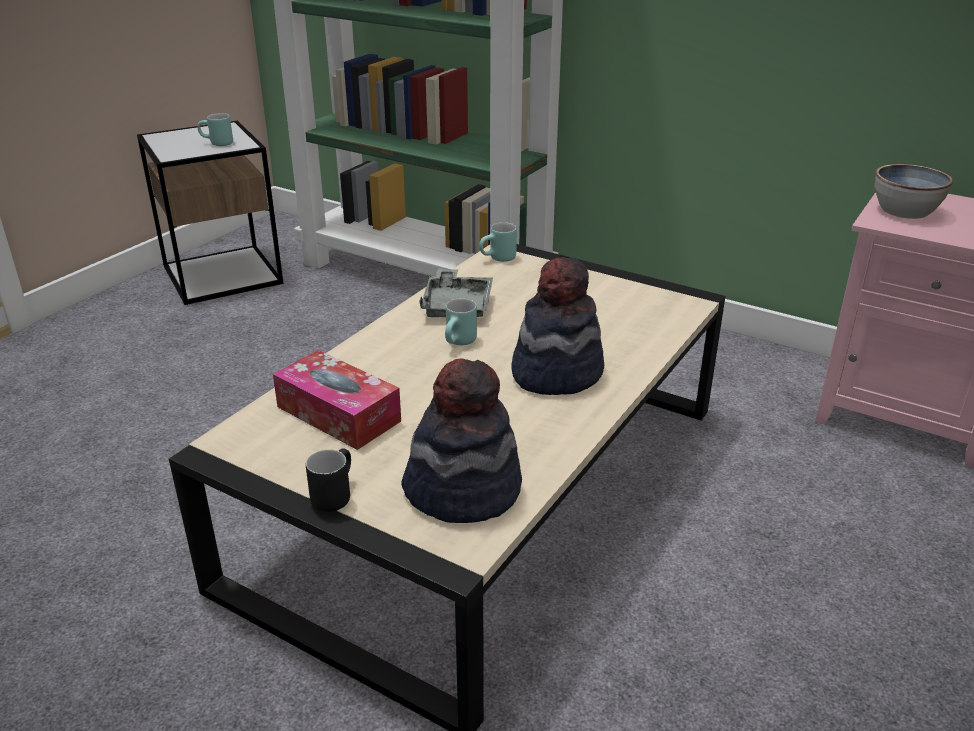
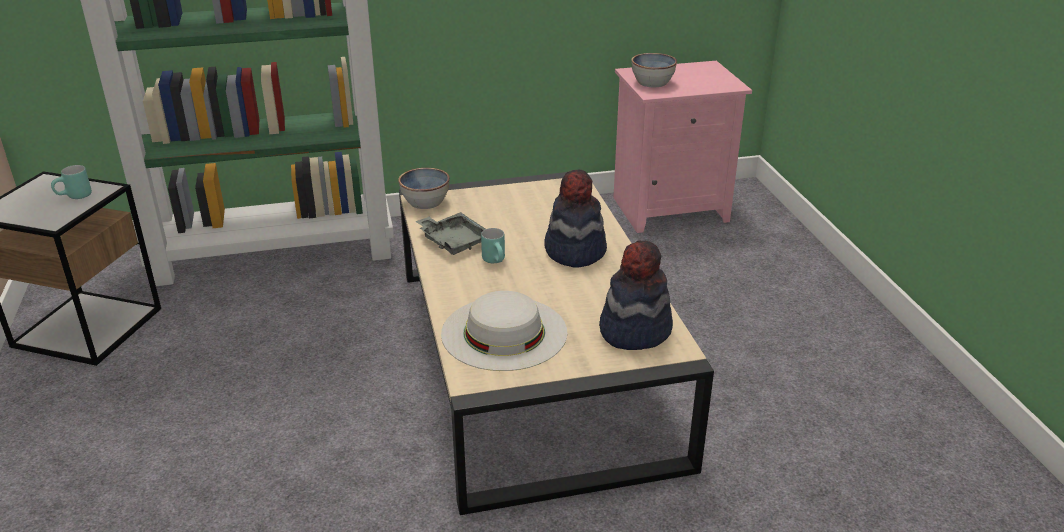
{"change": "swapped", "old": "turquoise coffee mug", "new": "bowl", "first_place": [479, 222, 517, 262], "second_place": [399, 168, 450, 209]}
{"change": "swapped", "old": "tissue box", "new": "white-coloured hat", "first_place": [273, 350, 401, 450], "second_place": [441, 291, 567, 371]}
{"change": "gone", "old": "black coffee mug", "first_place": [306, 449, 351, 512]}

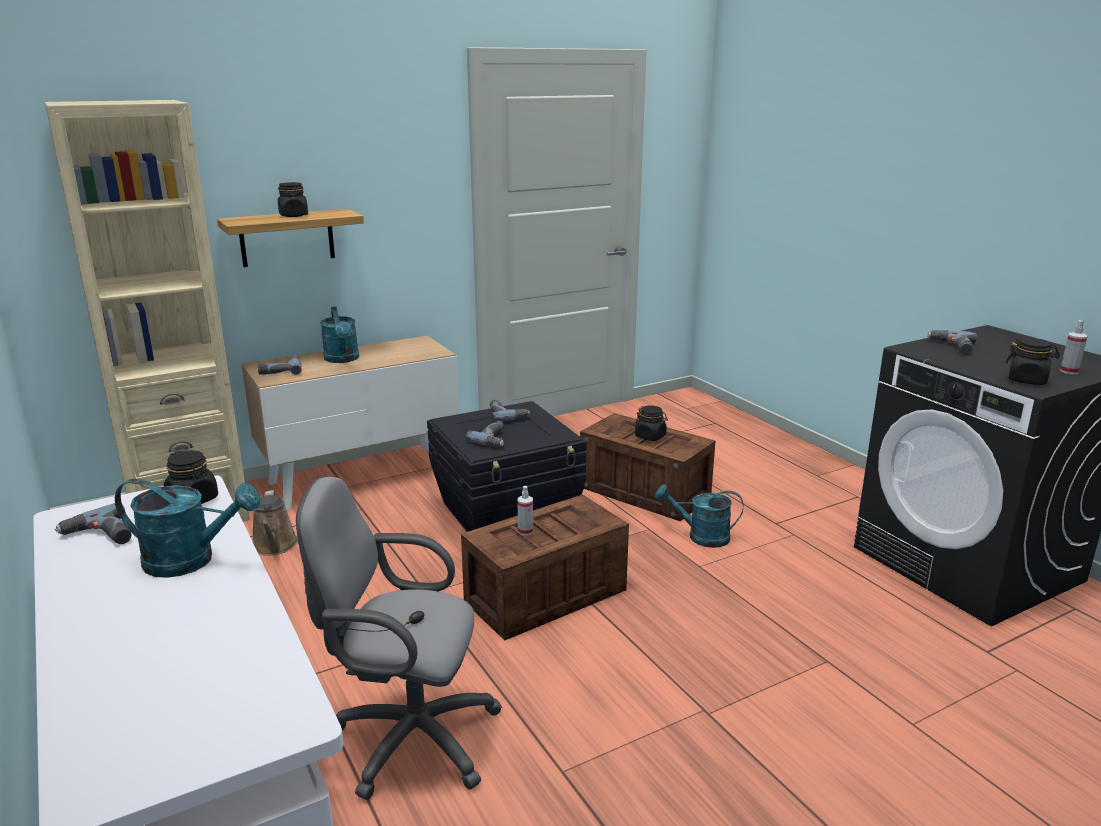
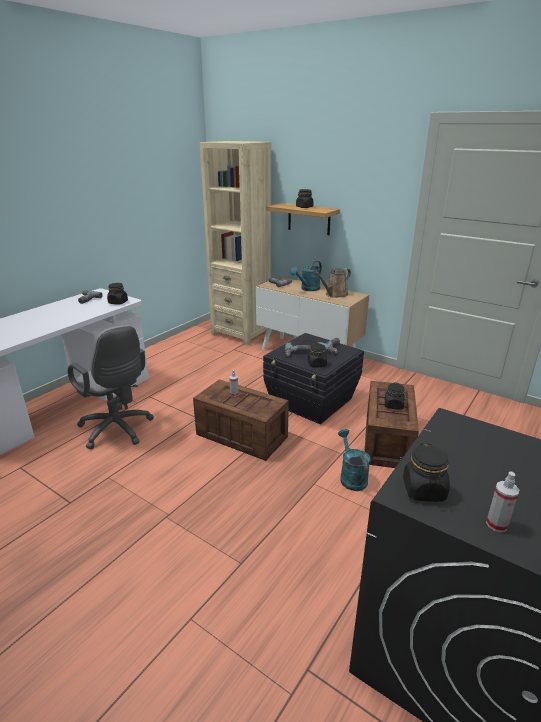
{"change": "gone", "old": "drill", "first_place": [927, 330, 977, 355]}
{"change": "rotated", "old": "gray office chair", "first_place": [296, 476, 502, 800], "second_place": [68, 325, 154, 449], "degrees": 150}
{"change": "gone", "old": "turquoise watering can", "first_place": [115, 479, 260, 578]}
{"change": "shifted", "old": "brown-coloured watering can", "first_place": [253, 490, 298, 556], "second_place": [315, 268, 351, 298]}
{"change": "new", "new": "black jar", "second_place": [308, 343, 327, 367]}

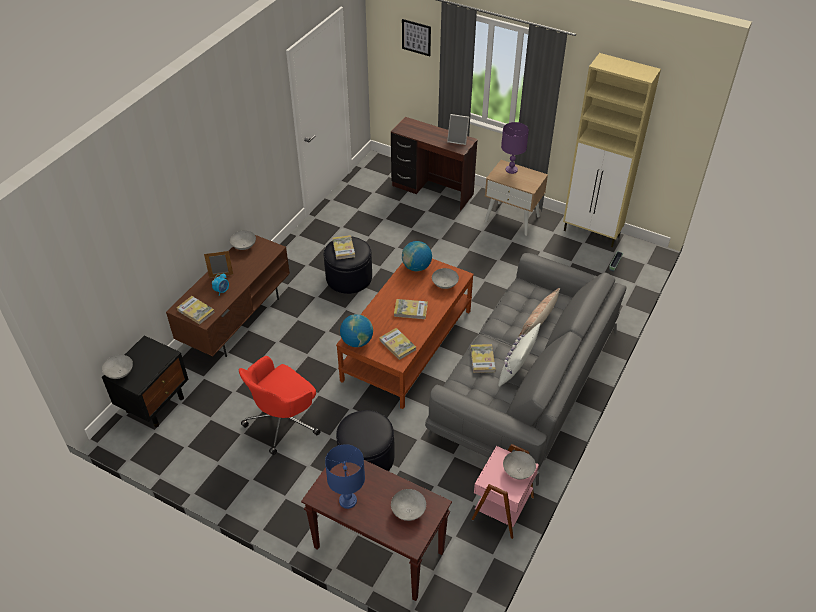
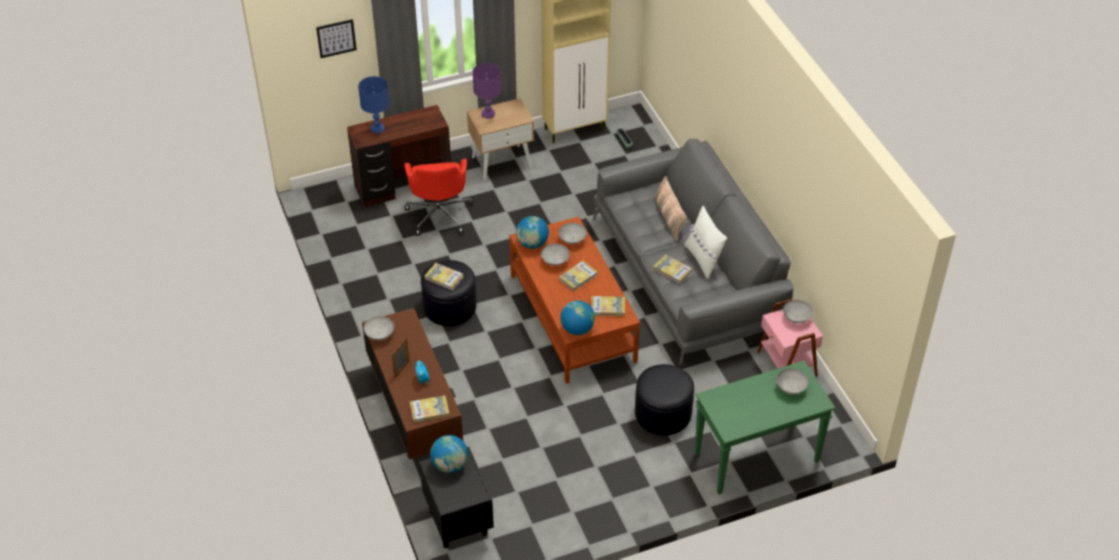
{"change": "gone", "old": "standing frame", "first_place": [447, 114, 469, 145]}
{"change": "shifted", "old": "gray bowl", "first_place": [102, 355, 133, 379], "second_place": [541, 244, 570, 266]}
{"change": "shifted", "old": "reddish office chair", "first_place": [239, 356, 321, 455], "second_place": [405, 159, 473, 236]}
{"change": "shifted", "old": "blue tabletop lamp", "first_place": [325, 444, 365, 509], "second_place": [358, 76, 389, 133]}
{"change": "repainted", "old": "brown-coloured console table", "new": "greenish console table", "first_place": [301, 460, 452, 601], "second_place": [695, 361, 835, 494]}
{"change": "new", "new": "desk globe", "second_place": [430, 435, 468, 473]}

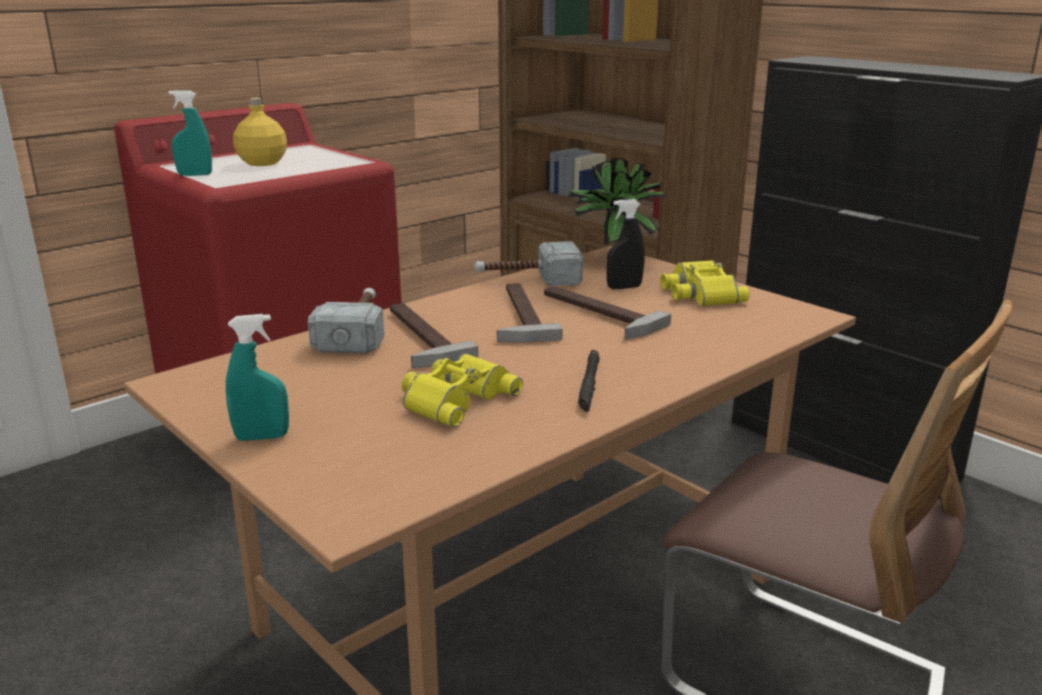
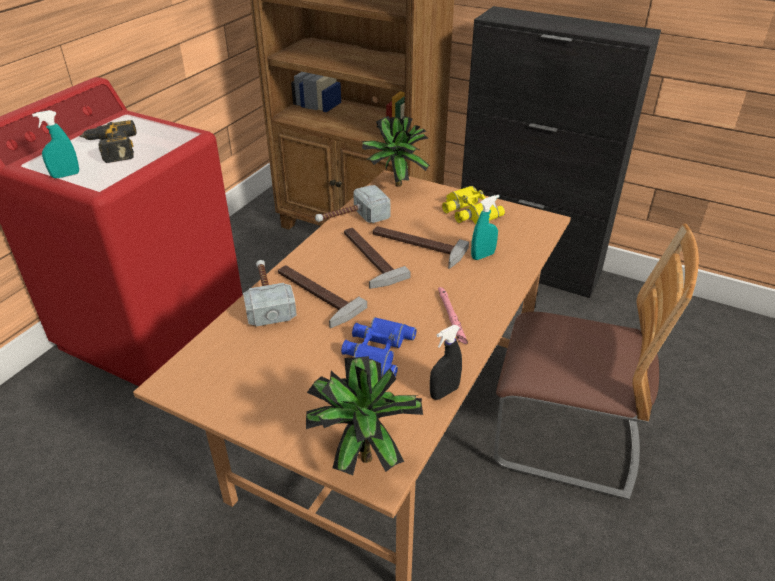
{"change": "swapped", "old": "yellow bottle", "new": "drill", "first_place": [233, 98, 287, 166], "second_place": [79, 120, 137, 163]}
{"change": "shifted", "old": "black spray bottle", "first_place": [606, 199, 645, 289], "second_place": [430, 325, 462, 400]}
{"change": "shifted", "old": "turquoise spray bottle", "first_place": [226, 314, 289, 441], "second_place": [471, 195, 499, 260]}
{"change": "repainted", "old": "black hand torch", "new": "pink-coloured hand torch", "first_place": [578, 350, 600, 412], "second_place": [438, 287, 468, 344]}
{"change": "repainted", "old": "yellow field glasses", "new": "blue field glasses", "first_place": [402, 353, 523, 427], "second_place": [341, 317, 417, 377]}
{"change": "new", "new": "potted plant", "second_place": [306, 356, 423, 475]}

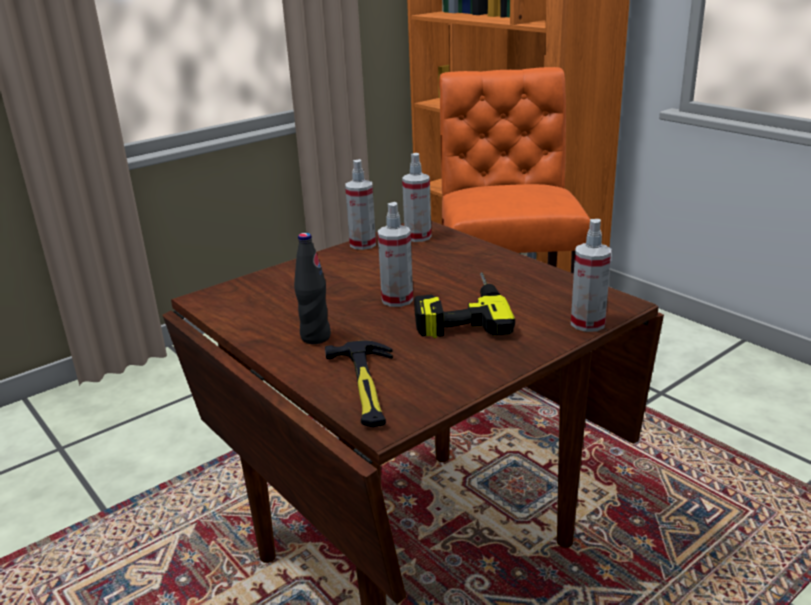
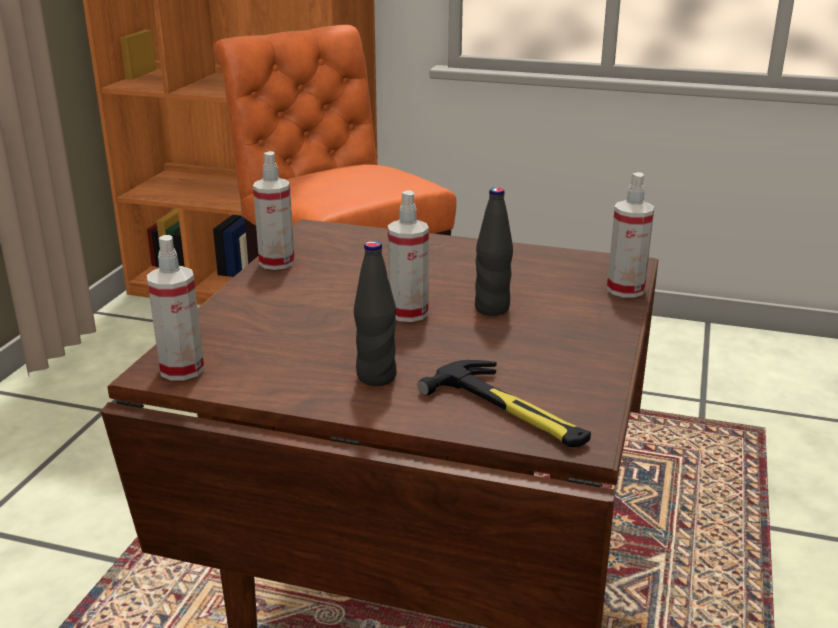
{"change": "shifted", "old": "spray bottle", "first_place": [402, 153, 431, 242], "second_place": [147, 235, 204, 380]}
{"change": "swapped", "old": "drill", "new": "black bottle", "first_place": [414, 273, 515, 338], "second_place": [475, 187, 513, 316]}

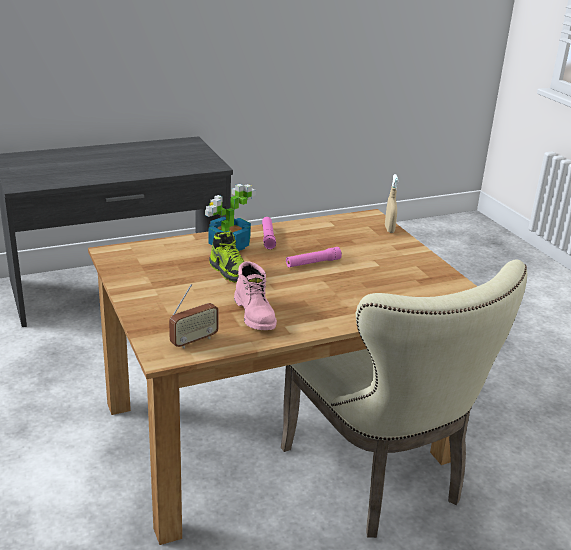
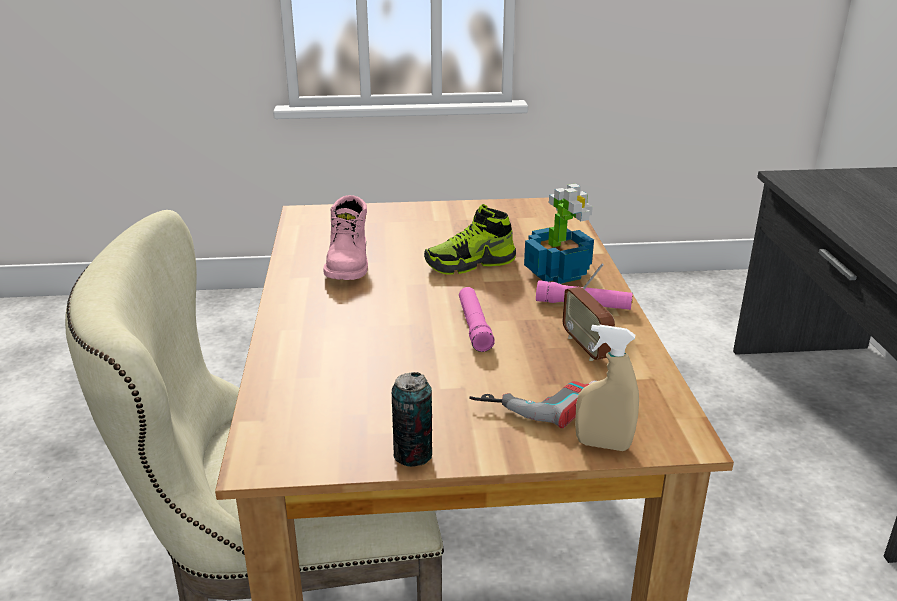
{"change": "rotated", "old": "pink-coloured boot", "first_place": [234, 262, 277, 330], "second_place": [324, 195, 368, 280], "degrees": -90}
{"change": "shifted", "old": "radio receiver", "first_place": [169, 284, 219, 349], "second_place": [563, 263, 615, 361]}
{"change": "new", "new": "can", "second_place": [392, 372, 432, 467]}
{"change": "new", "new": "drill", "second_place": [469, 380, 597, 428]}

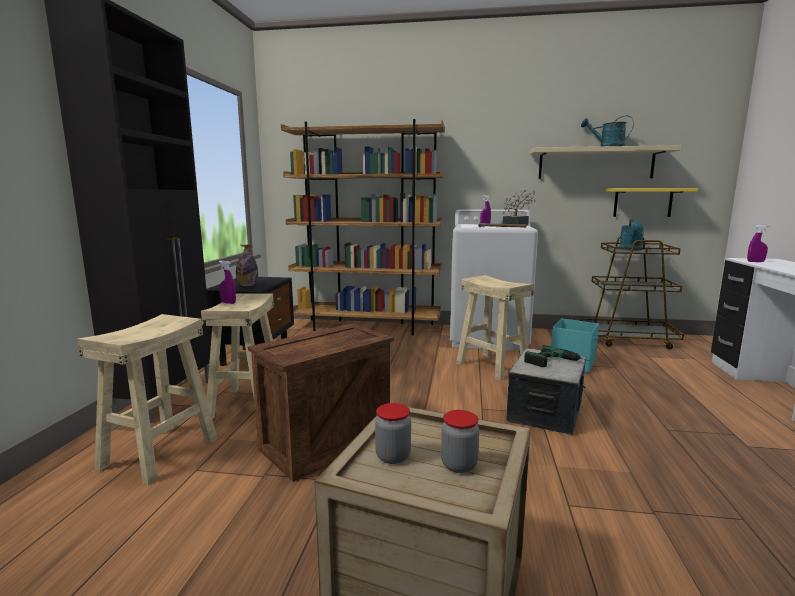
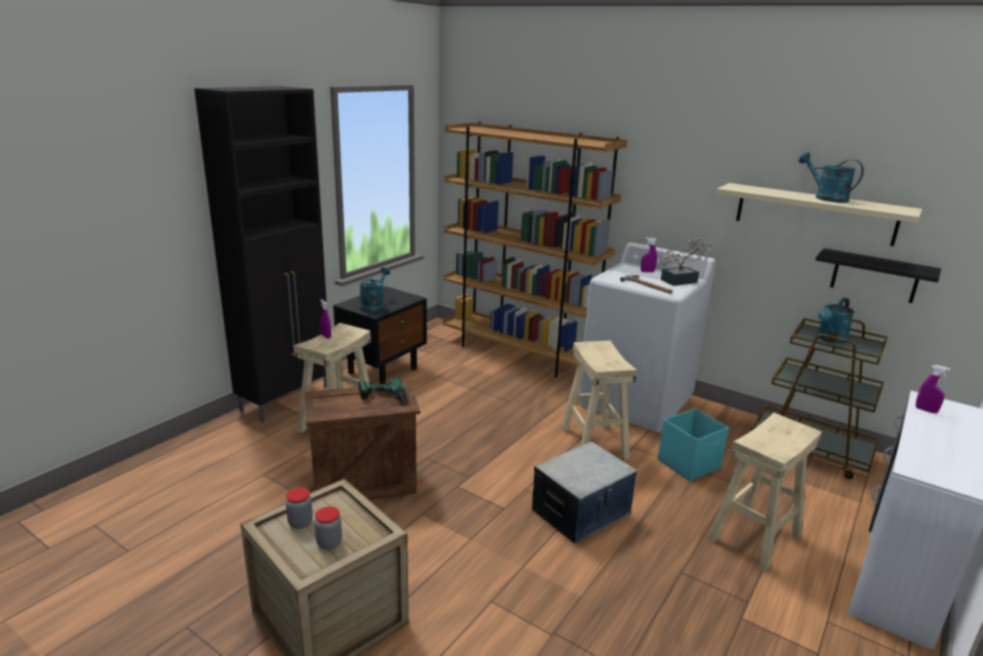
{"change": "repainted", "old": "yellow shelf", "new": "black shelf", "first_place": [605, 188, 698, 217], "second_place": [816, 248, 941, 303]}
{"change": "swapped", "old": "bottle", "new": "turquoise watering can", "first_place": [236, 245, 258, 286], "second_place": [360, 267, 390, 312]}
{"change": "shifted", "old": "beige-coloured sitting stool", "first_place": [78, 314, 217, 485], "second_place": [707, 413, 822, 573]}
{"change": "shifted", "old": "drill", "first_place": [524, 345, 590, 367], "second_place": [358, 377, 406, 404]}

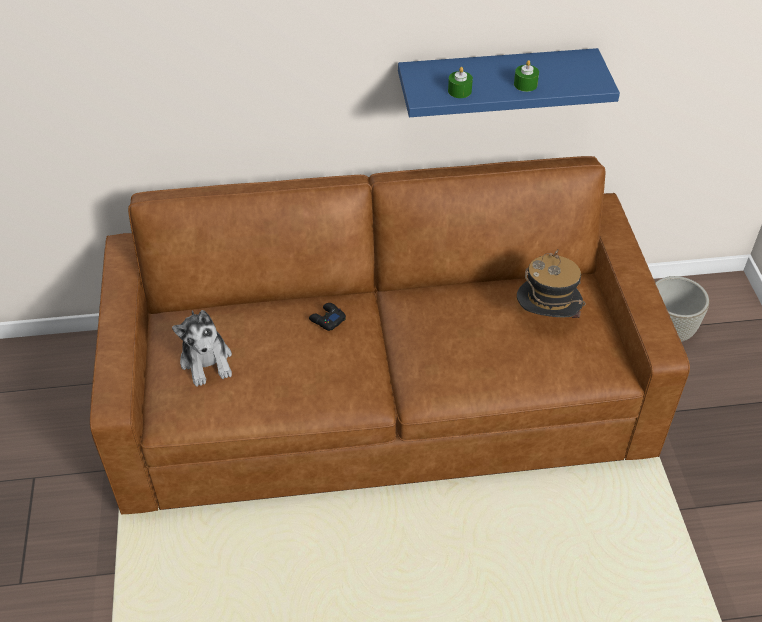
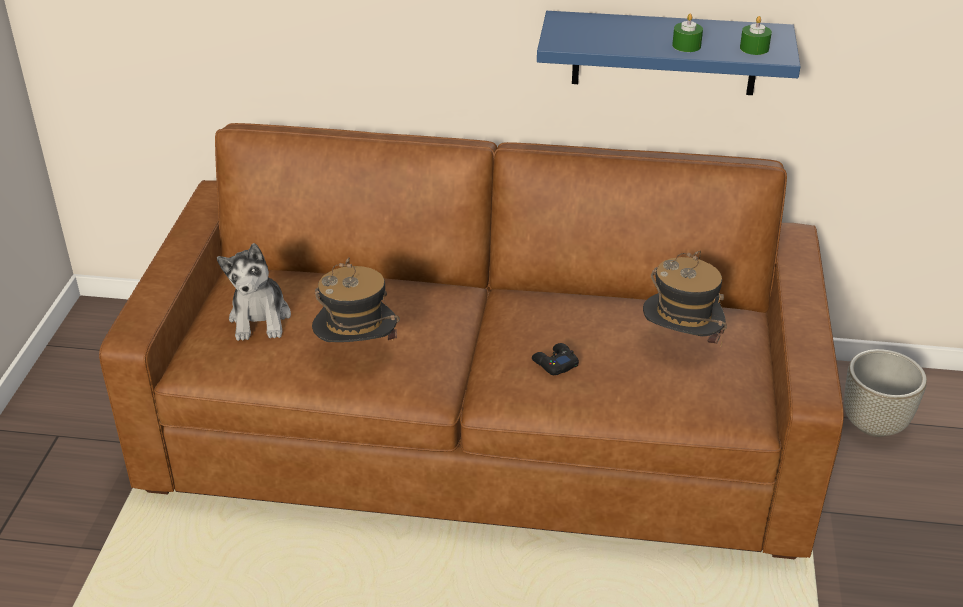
{"change": "shifted", "old": "greenish candle", "first_place": [448, 67, 473, 98], "second_place": [740, 16, 772, 55]}
{"change": "shifted", "old": "black joypad", "first_place": [309, 303, 346, 331], "second_place": [532, 343, 579, 375]}
{"change": "new", "new": "hat", "second_place": [312, 257, 400, 342]}

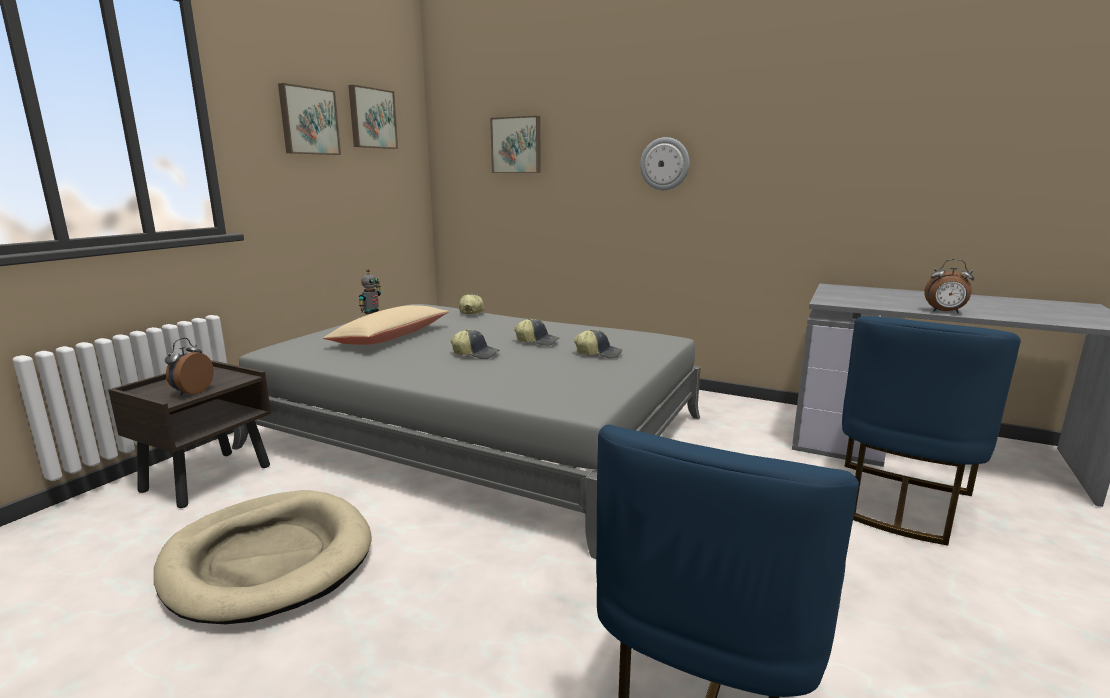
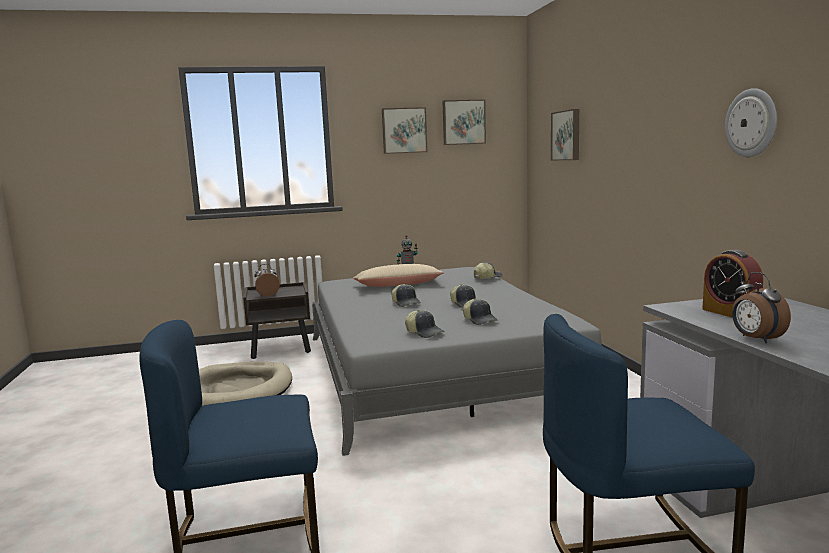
{"change": "shifted", "old": "wall clock", "first_place": [640, 137, 690, 190], "second_place": [725, 88, 777, 157]}
{"change": "new", "new": "table clock", "second_place": [702, 250, 763, 317]}
{"change": "new", "new": "peaked cap", "second_place": [405, 310, 445, 338]}

